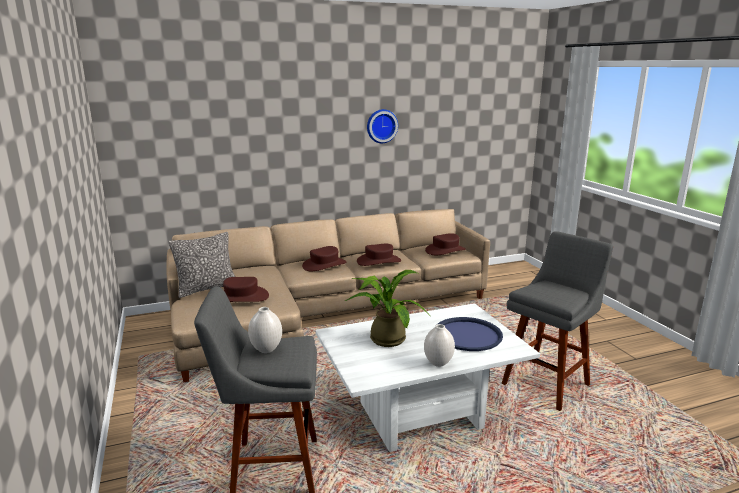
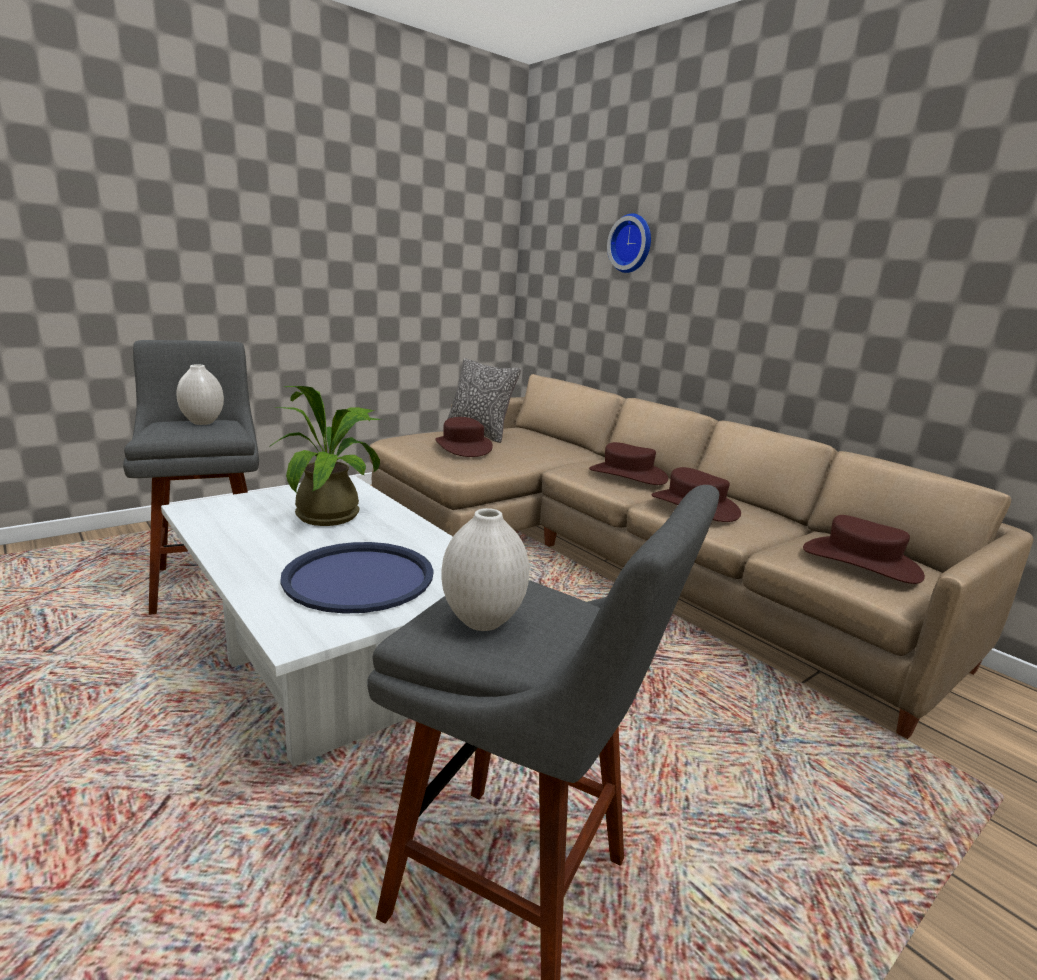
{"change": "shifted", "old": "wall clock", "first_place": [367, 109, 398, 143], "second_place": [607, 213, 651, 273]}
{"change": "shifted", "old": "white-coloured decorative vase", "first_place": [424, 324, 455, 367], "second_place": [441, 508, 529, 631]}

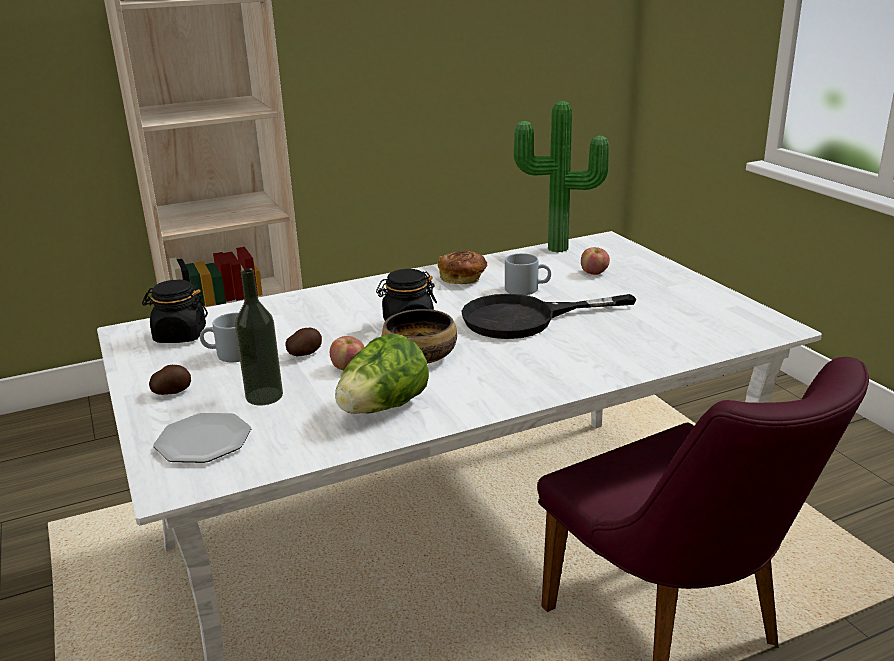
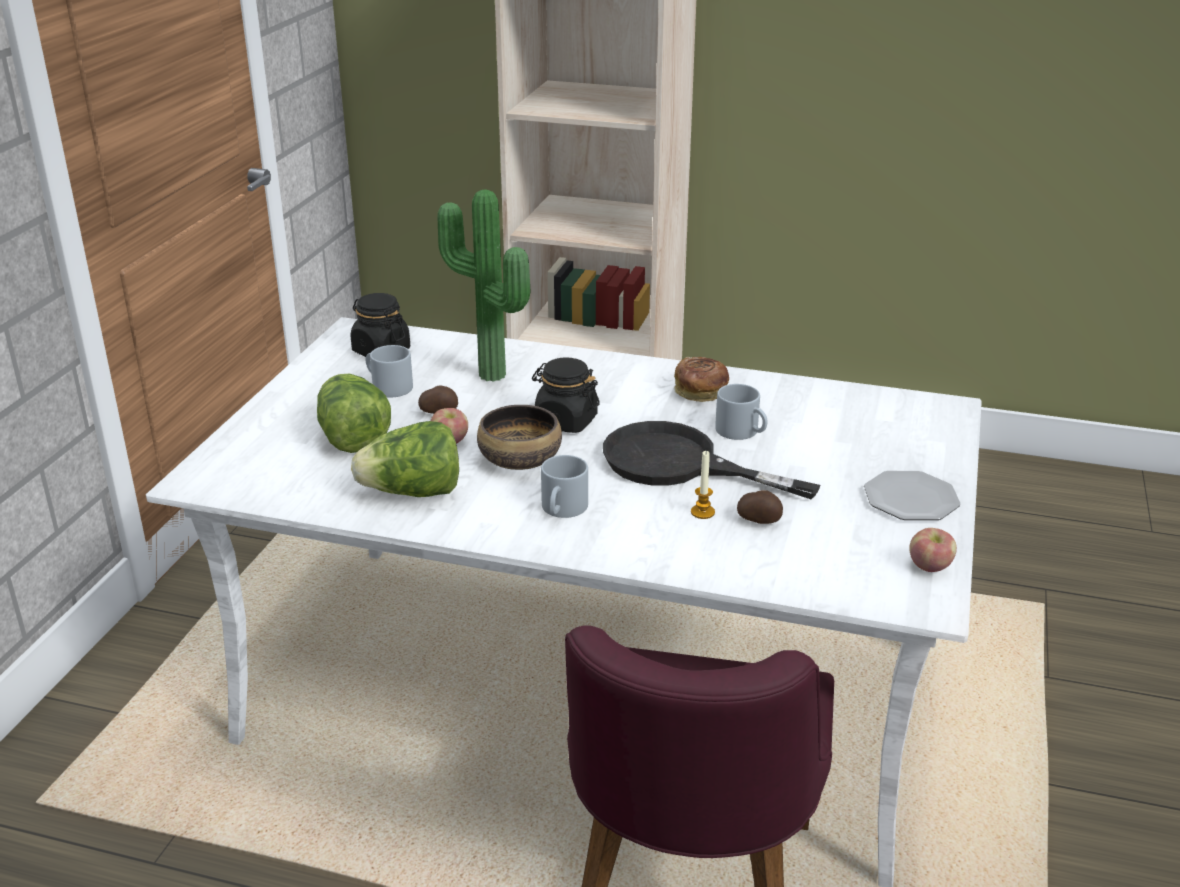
{"change": "shifted", "old": "potted plant", "first_place": [514, 101, 609, 252], "second_place": [438, 189, 530, 382]}
{"change": "shifted", "old": "apple fruit", "first_place": [581, 247, 610, 275], "second_place": [909, 528, 957, 572]}
{"change": "swapped", "old": "bottle", "new": "lettuce", "first_place": [235, 268, 283, 405], "second_place": [317, 374, 391, 453]}
{"change": "shifted", "old": "whole potato", "first_place": [149, 365, 191, 395], "second_place": [737, 490, 783, 524]}
{"change": "shifted", "old": "plate", "first_place": [153, 413, 251, 463], "second_place": [864, 471, 961, 520]}
{"change": "new", "new": "candle", "second_place": [691, 451, 715, 519]}
{"change": "new", "new": "gray coffee mug", "second_place": [541, 455, 588, 518]}

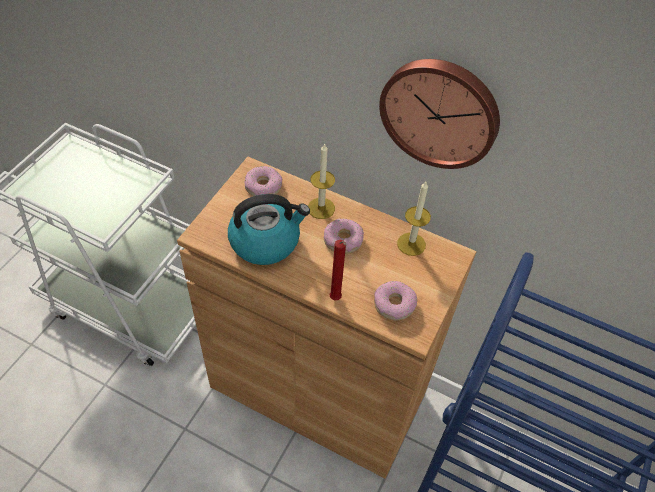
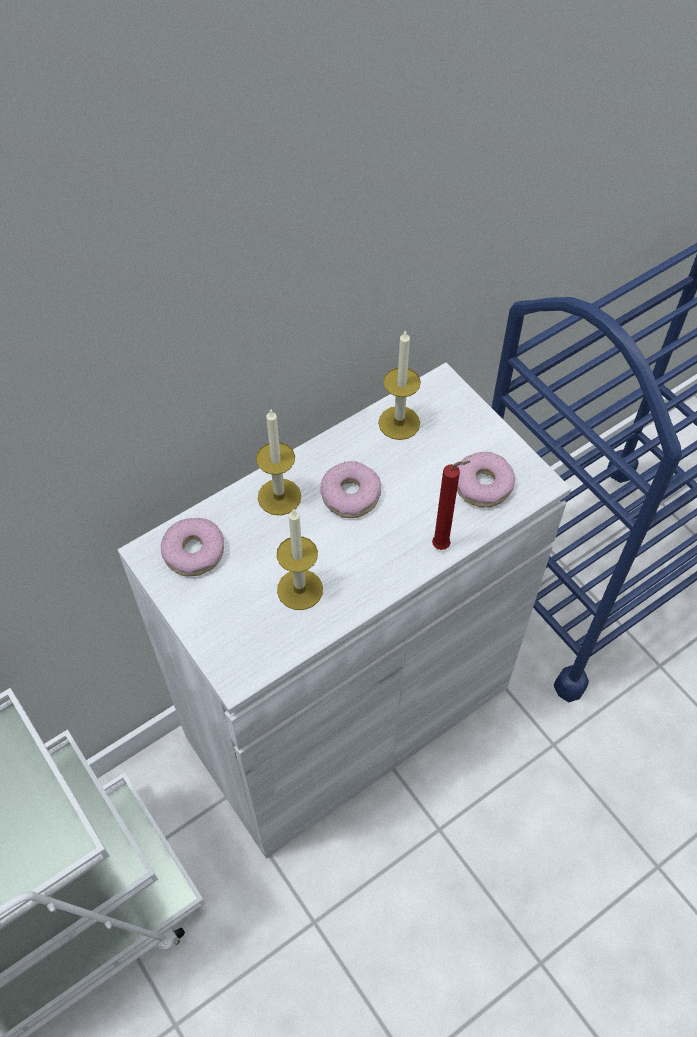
{"change": "gone", "old": "wall clock", "first_place": [379, 59, 500, 169]}
{"change": "repainted", "old": "brown-coloured cabinet", "new": "white-coloured cabinet", "first_place": [177, 157, 476, 479], "second_place": [118, 363, 571, 859]}
{"change": "swapped", "old": "tea kettle", "new": "candle", "first_place": [228, 194, 310, 265], "second_place": [276, 508, 323, 610]}

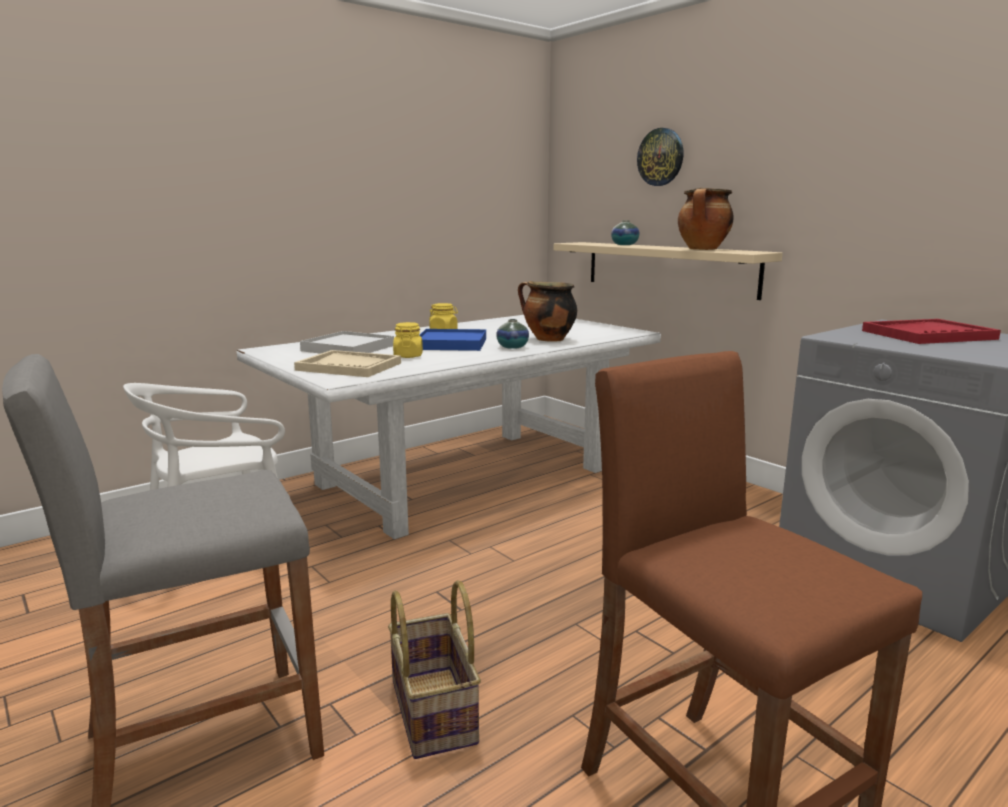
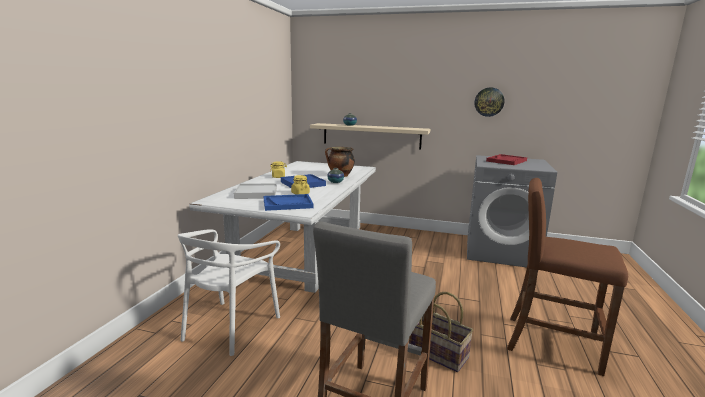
{"change": "shifted", "old": "wall clock", "first_place": [637, 128, 683, 186], "second_place": [474, 87, 504, 117]}
{"change": "gone", "old": "cooking pot", "first_place": [678, 188, 733, 250]}
{"change": "repainted", "old": "beige-coloured serving tray", "new": "blue serving tray", "first_place": [294, 350, 401, 377], "second_place": [264, 194, 314, 211]}

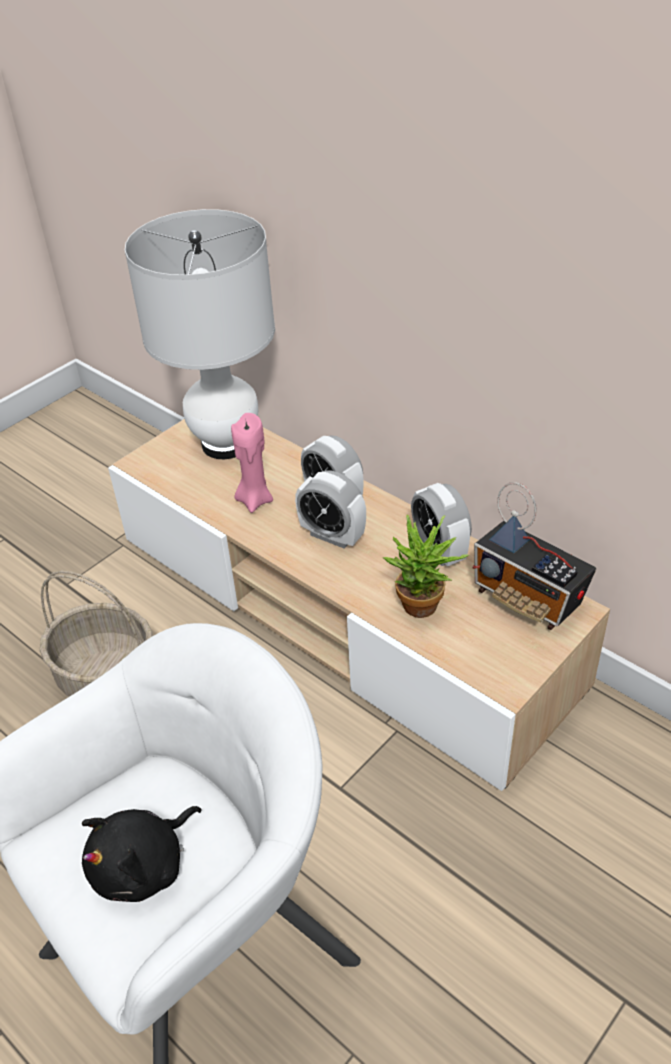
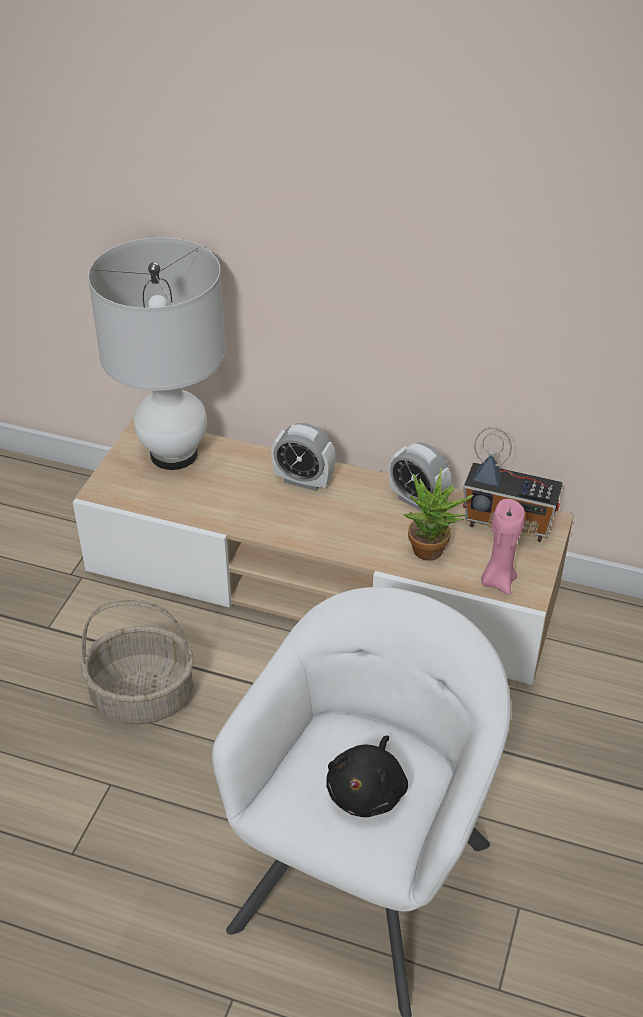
{"change": "shifted", "old": "pink-coloured candle", "first_place": [231, 413, 273, 513], "second_place": [481, 499, 525, 595]}
{"change": "gone", "old": "table clock", "first_place": [295, 470, 366, 549]}

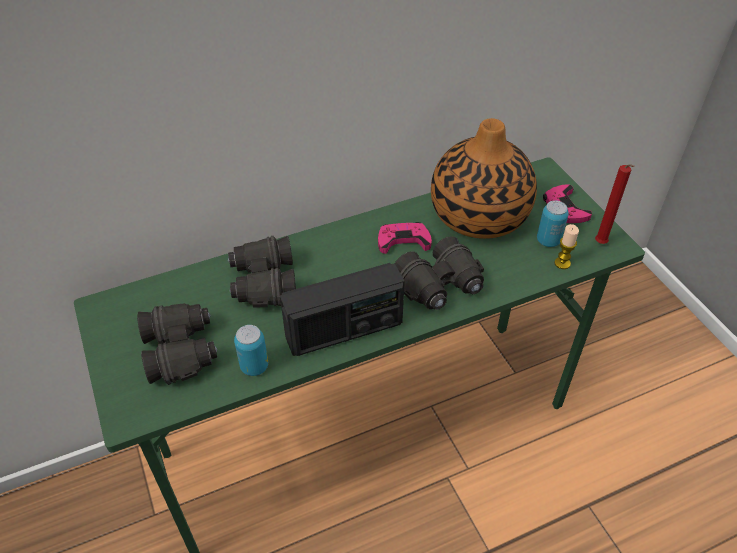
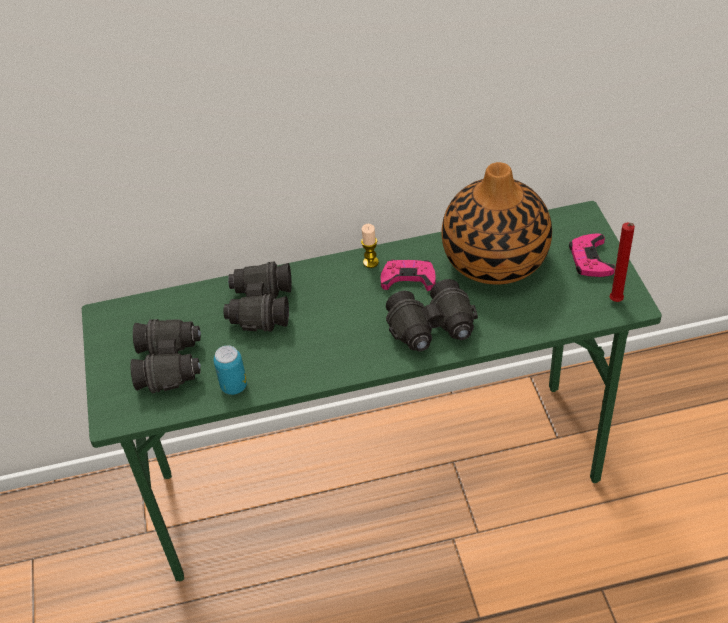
{"change": "gone", "old": "can", "first_place": [537, 201, 569, 247]}
{"change": "shifted", "old": "candle", "first_place": [554, 224, 579, 269], "second_place": [361, 224, 379, 268]}
{"change": "gone", "old": "radio receiver", "first_place": [280, 263, 405, 356]}

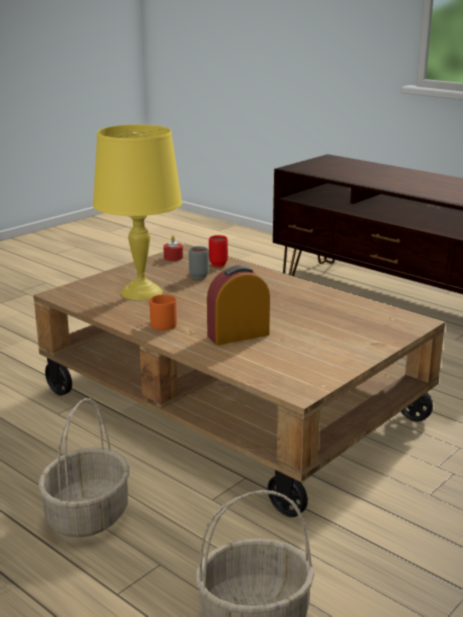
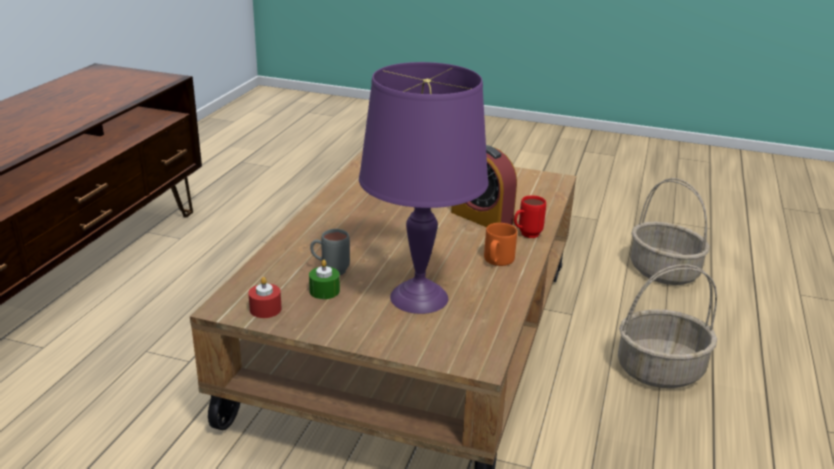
{"change": "repainted", "old": "yellow tabletop lamp", "new": "purple tabletop lamp", "first_place": [93, 124, 182, 300], "second_place": [359, 62, 489, 314]}
{"change": "shifted", "old": "reddish coffee mug", "first_place": [209, 235, 228, 267], "second_place": [514, 195, 546, 238]}
{"change": "new", "new": "greenish candle", "second_place": [309, 260, 340, 299]}

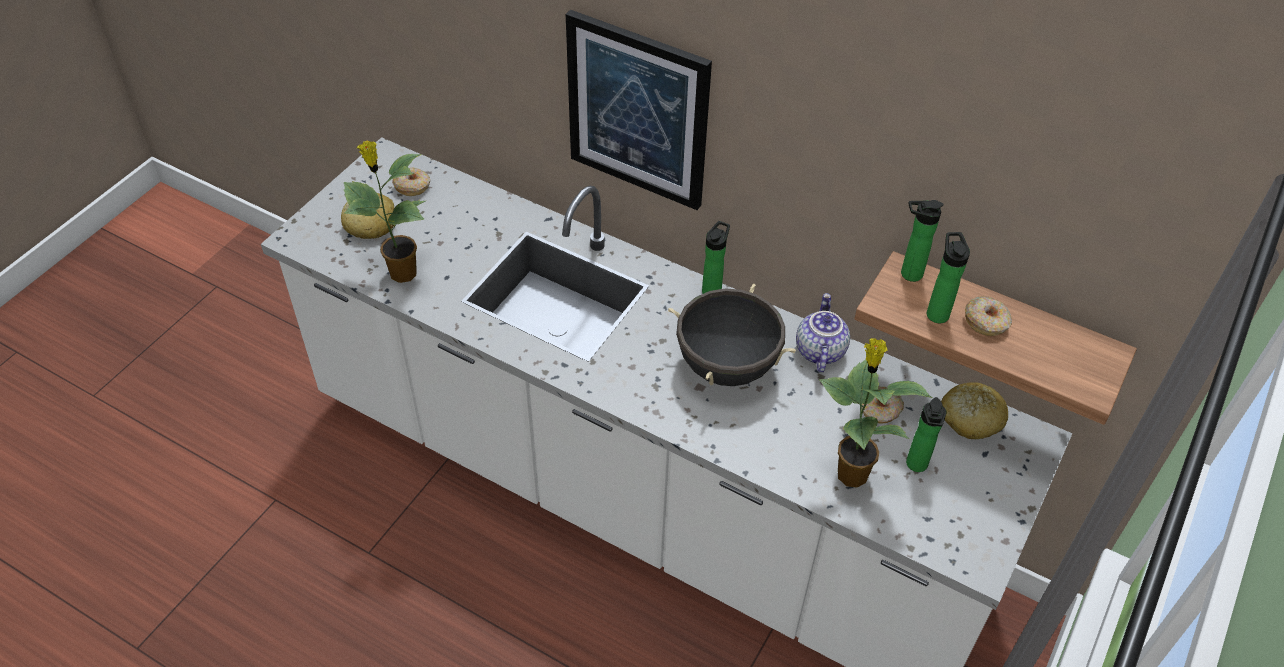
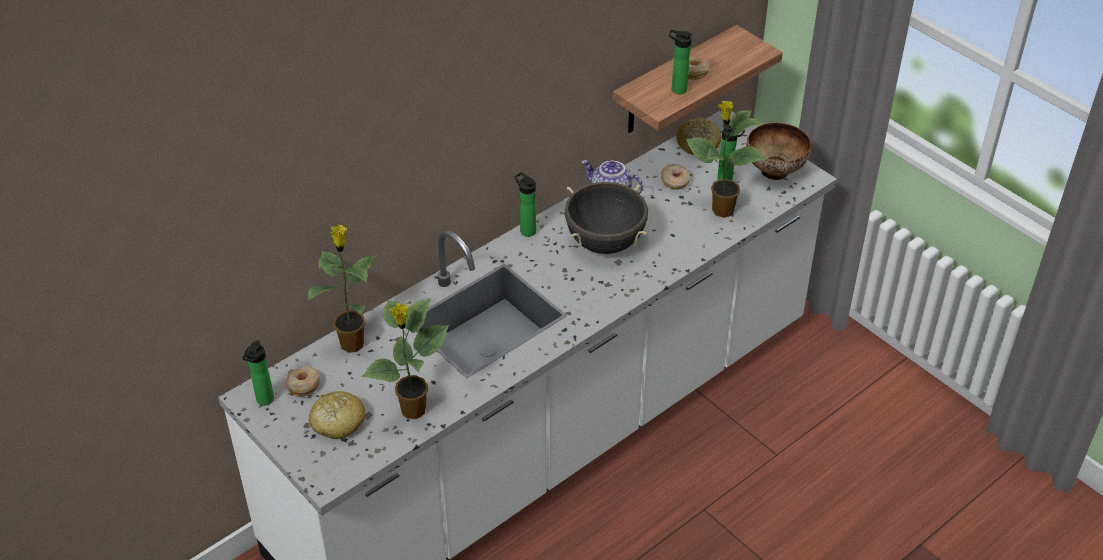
{"change": "gone", "old": "wall picture", "first_place": [566, 10, 712, 210]}
{"change": "shifted", "old": "bottle", "first_place": [901, 200, 944, 282], "second_place": [242, 340, 274, 406]}
{"change": "new", "new": "bowl", "second_place": [746, 122, 811, 180]}
{"change": "new", "new": "potted plant", "second_place": [308, 225, 378, 352]}

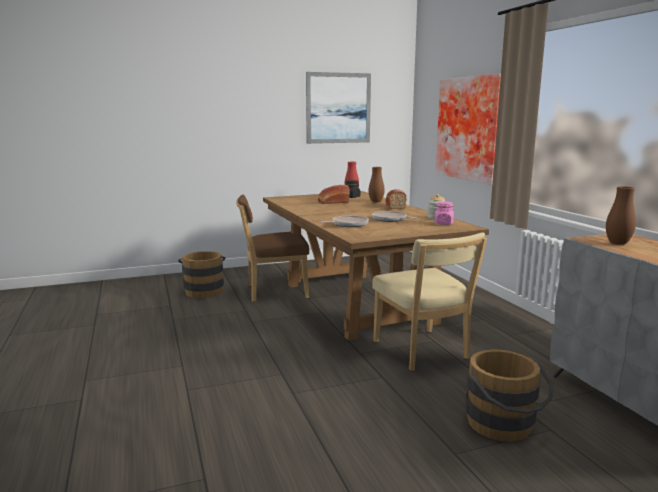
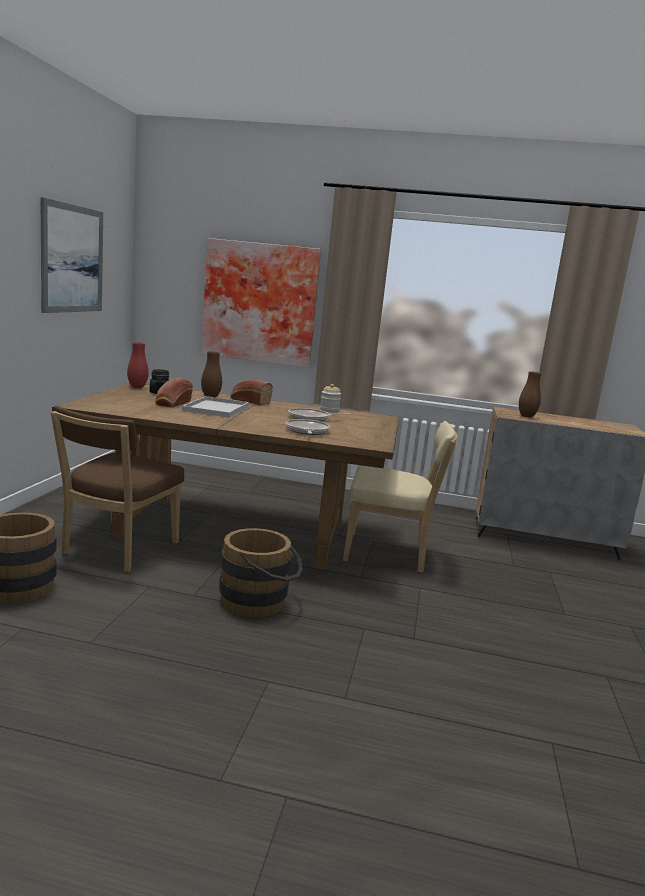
{"change": "gone", "old": "pink-coloured jar", "first_place": [435, 201, 454, 225]}
{"change": "shifted", "old": "brown-coloured bucket", "first_place": [465, 349, 553, 442], "second_place": [219, 528, 303, 618]}
{"change": "new", "new": "white-coloured serving tray", "second_place": [182, 396, 249, 418]}

